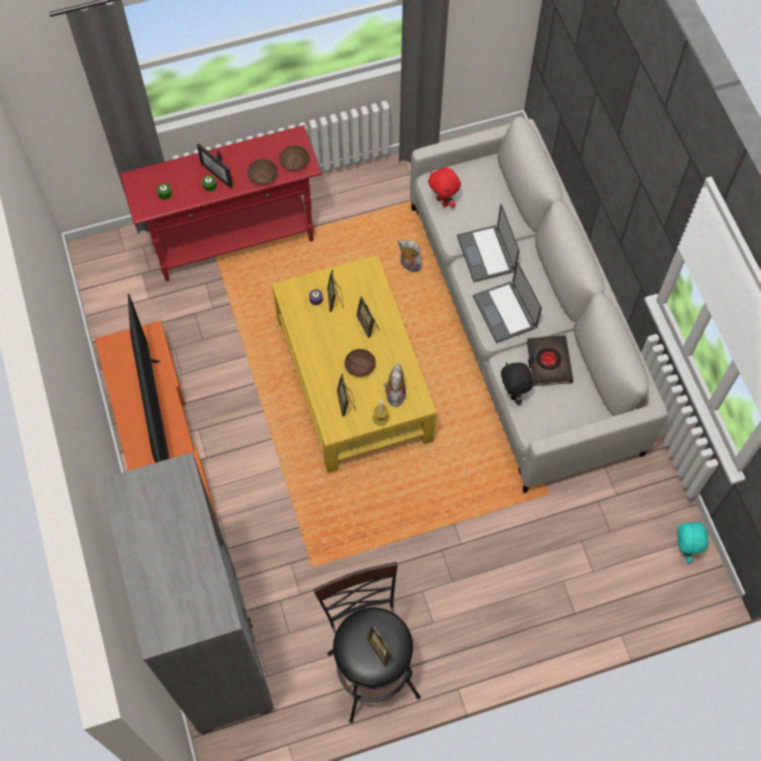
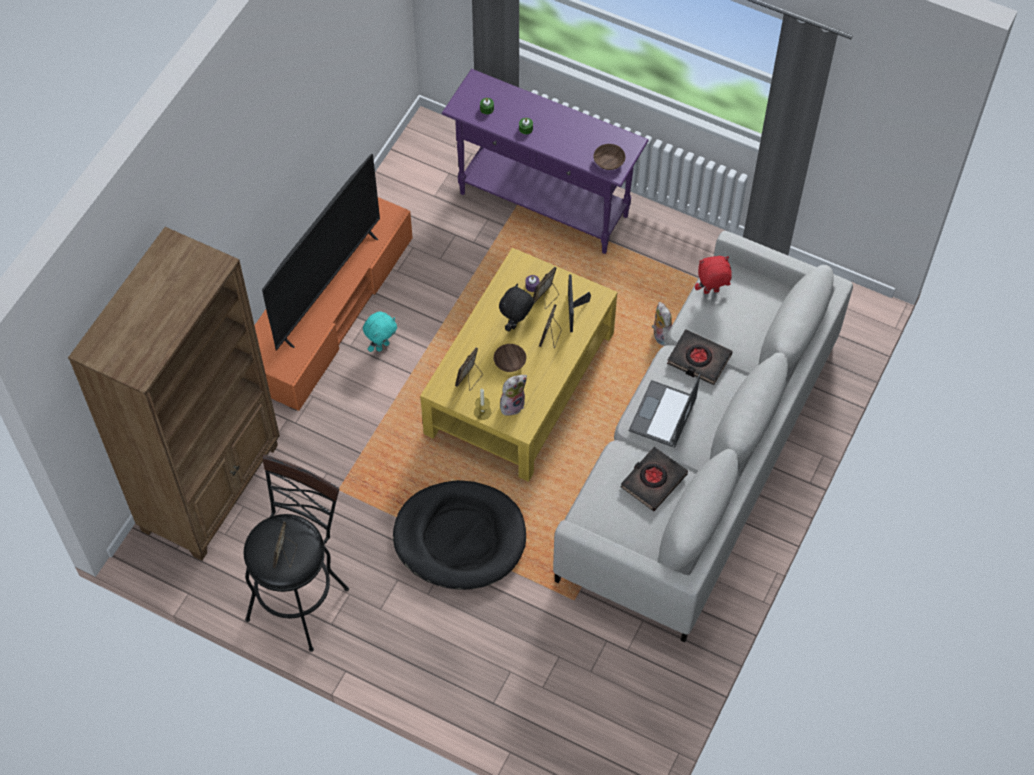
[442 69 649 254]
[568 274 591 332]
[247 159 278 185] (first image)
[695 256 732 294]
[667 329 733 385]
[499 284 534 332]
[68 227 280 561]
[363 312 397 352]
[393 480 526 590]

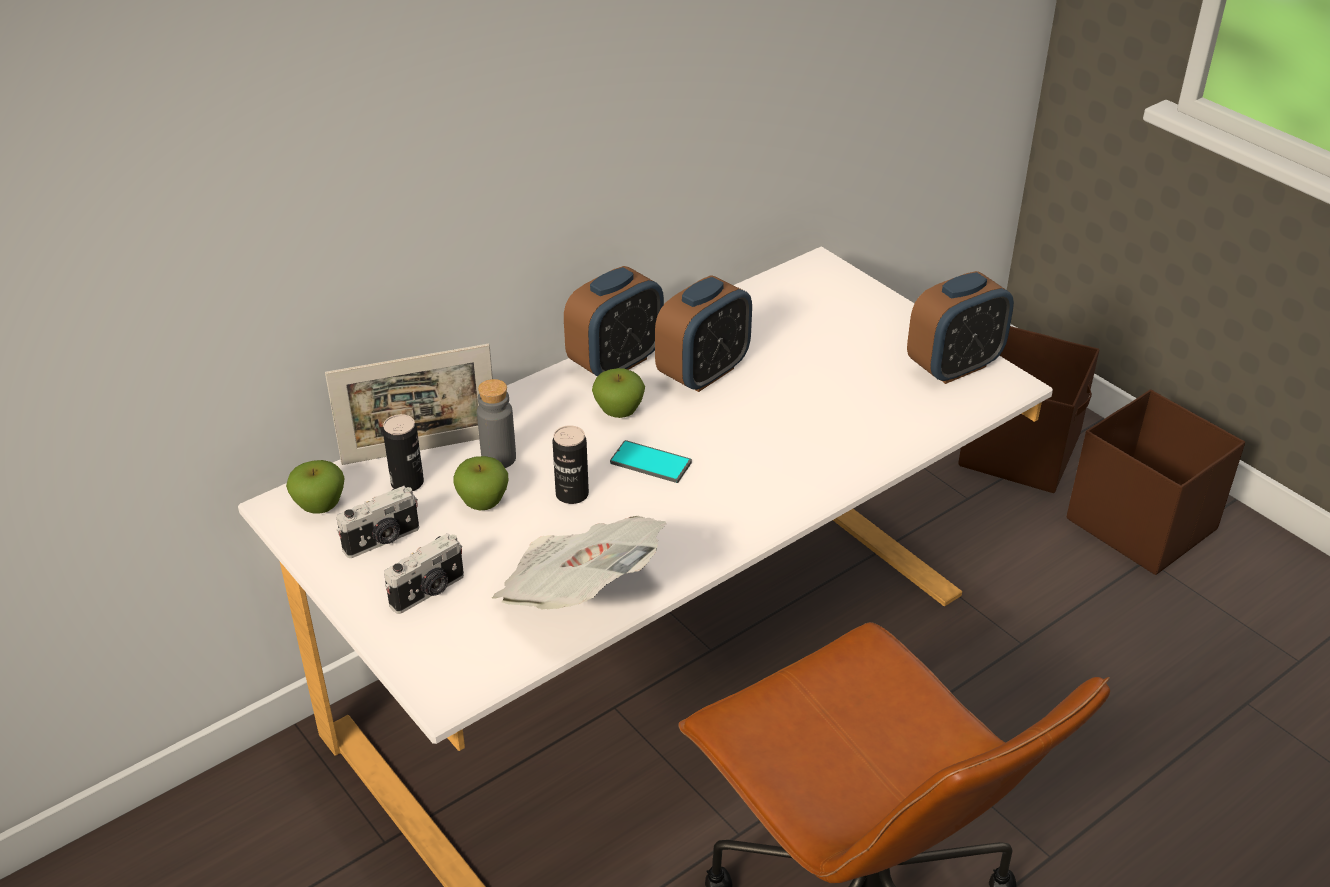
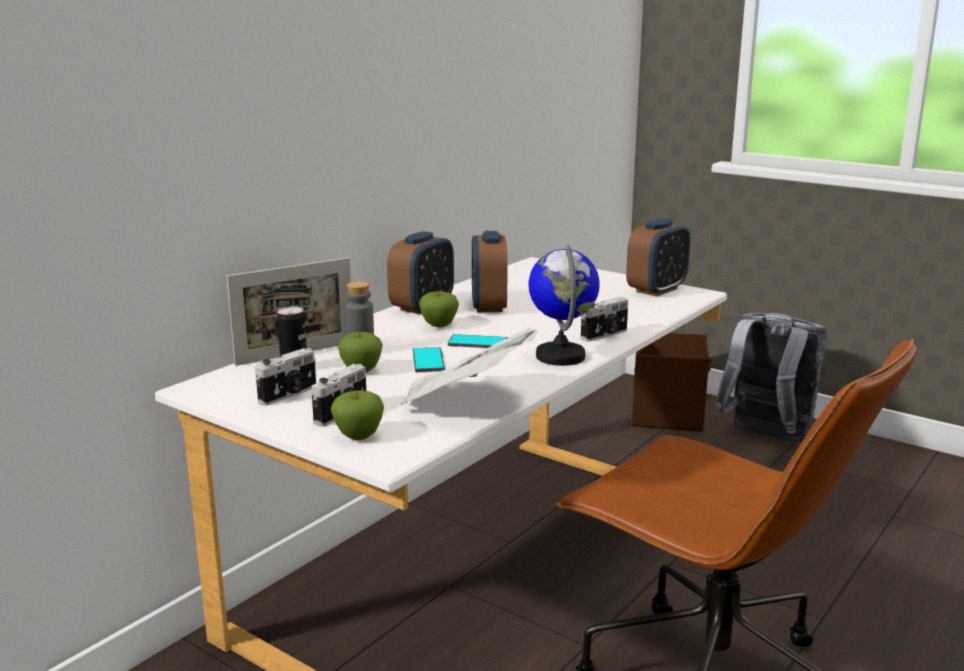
[472 231 508 312]
[714 313 827 443]
[413 347 445 372]
[330 390 384 440]
[529 245 600 366]
[581 297 628 342]

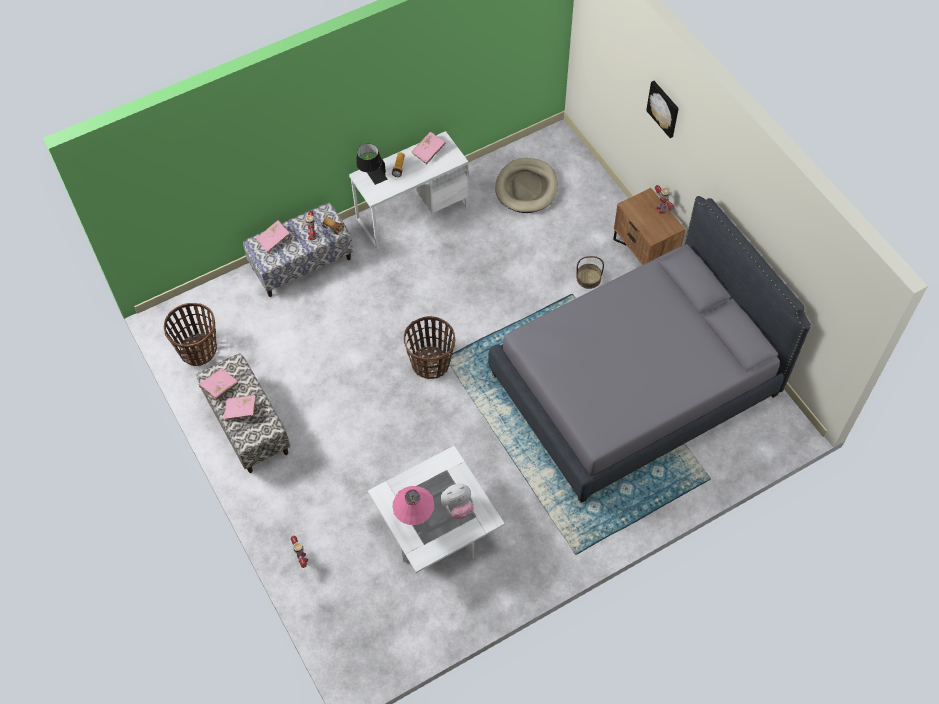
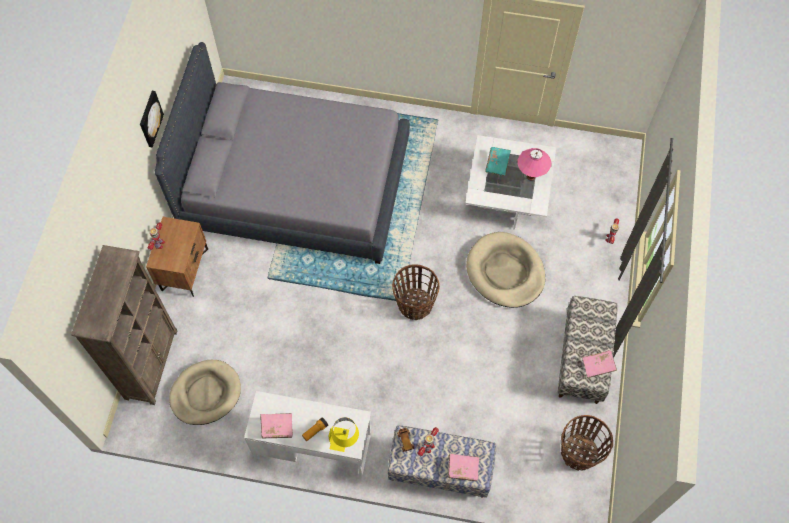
[140 91 164 147]
[328 417 359 452]
[576 256 604 289] (first image)
[224 395 257 421] (first image)
[485 147 511 176]
[466 232 545 308]
[71 245 177 405]

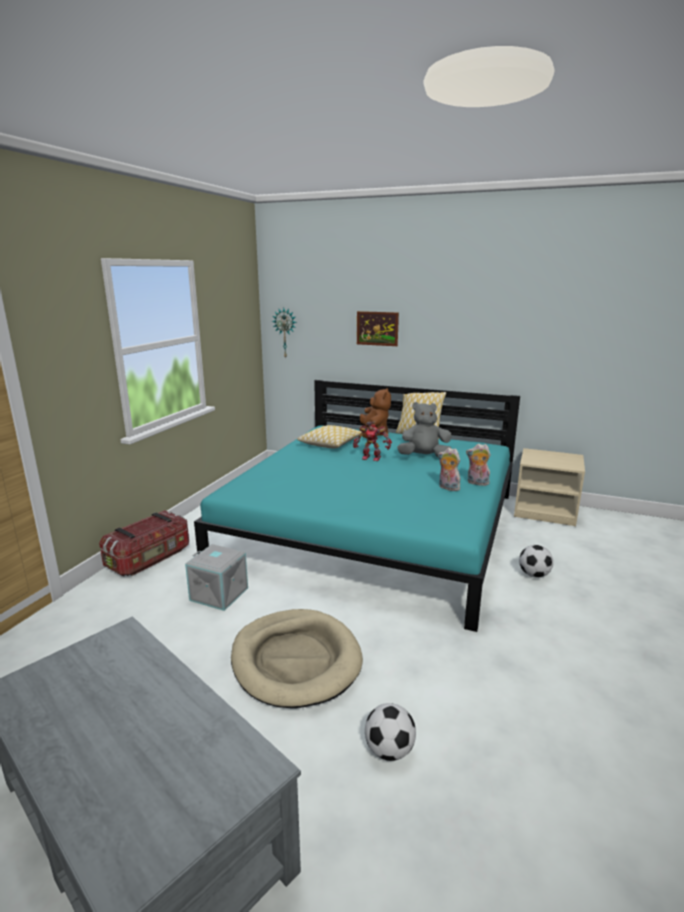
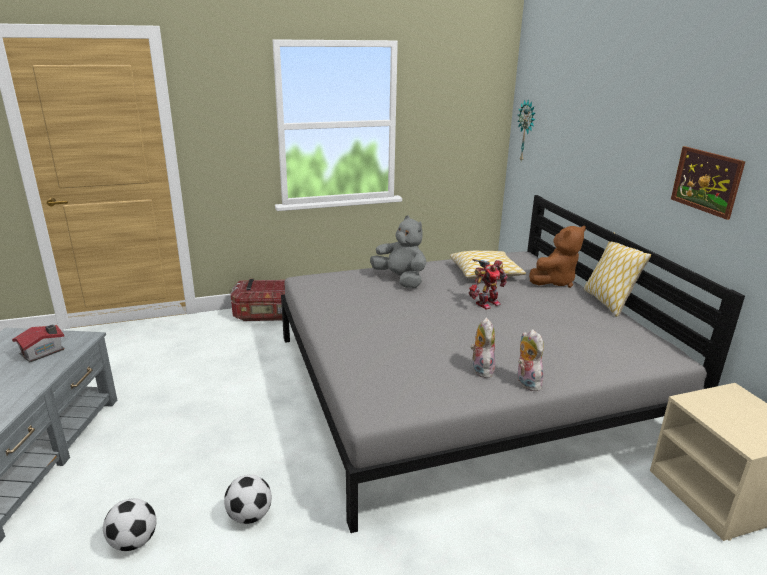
[671 146 746 220]
[281 195 745 533]
[370 215 426 288]
[469 259 508 310]
[185 544 248 611] (first image)
[224 475 272 524]
[231 609 363 708] (first image)
[12 324 64 363]

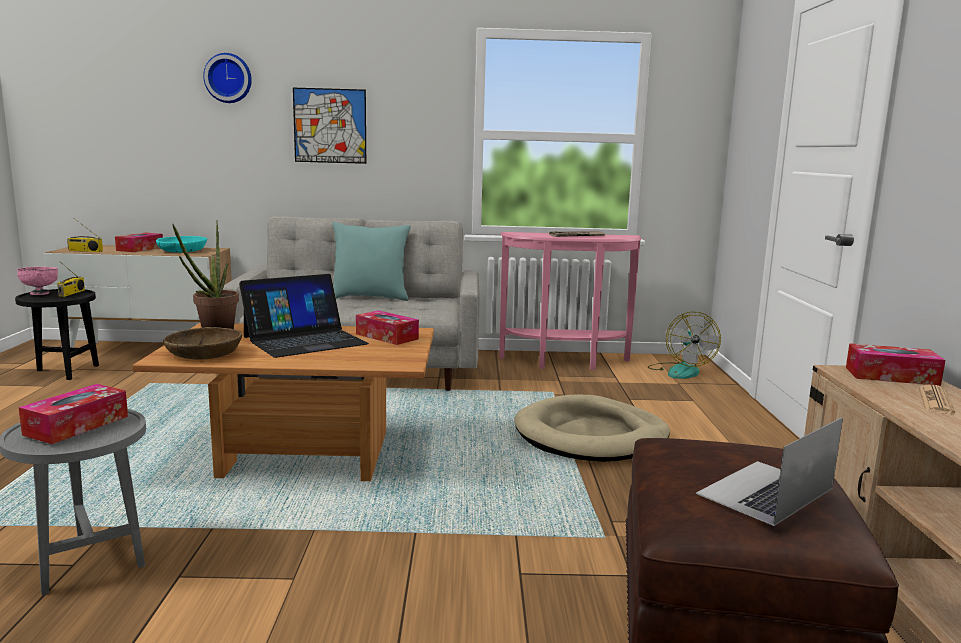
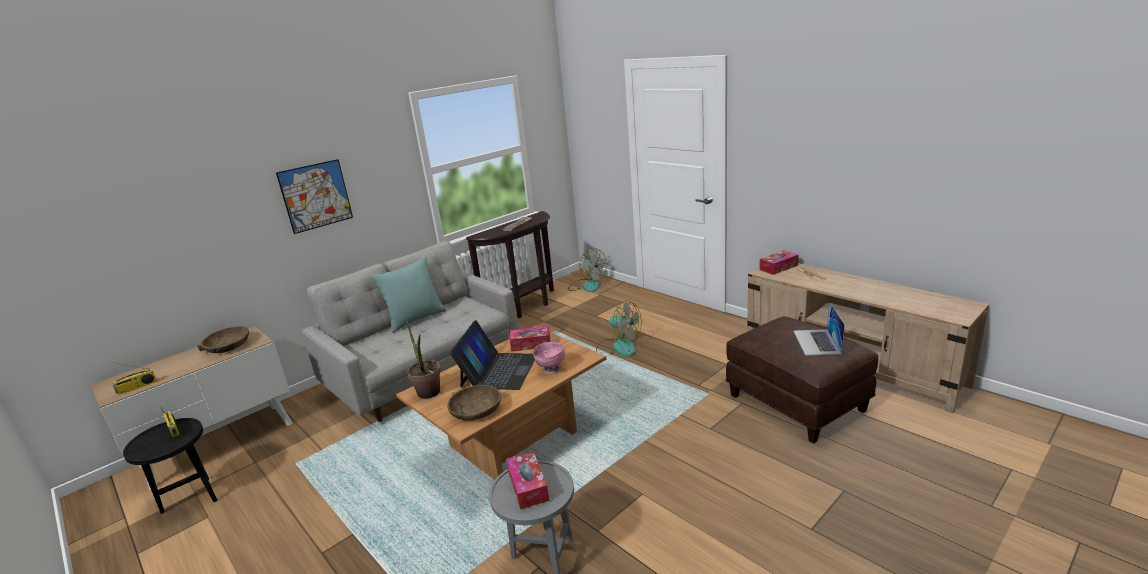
[203 53 252 103] (first image)
[466 211 554 318]
[115 233 163 252] (first image)
[197 326 249 353]
[533 342 565 374]
[596 300 642 356]

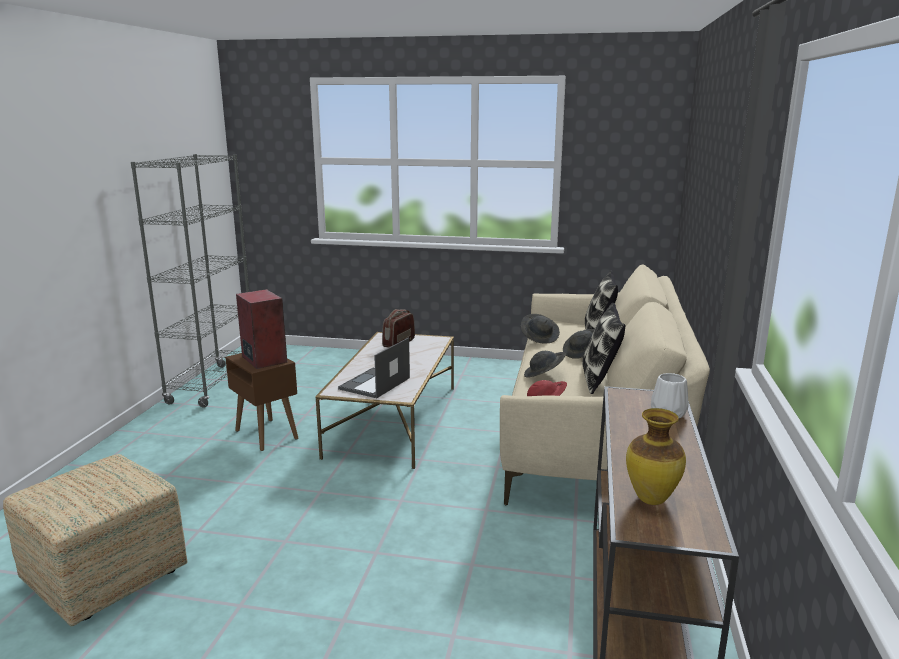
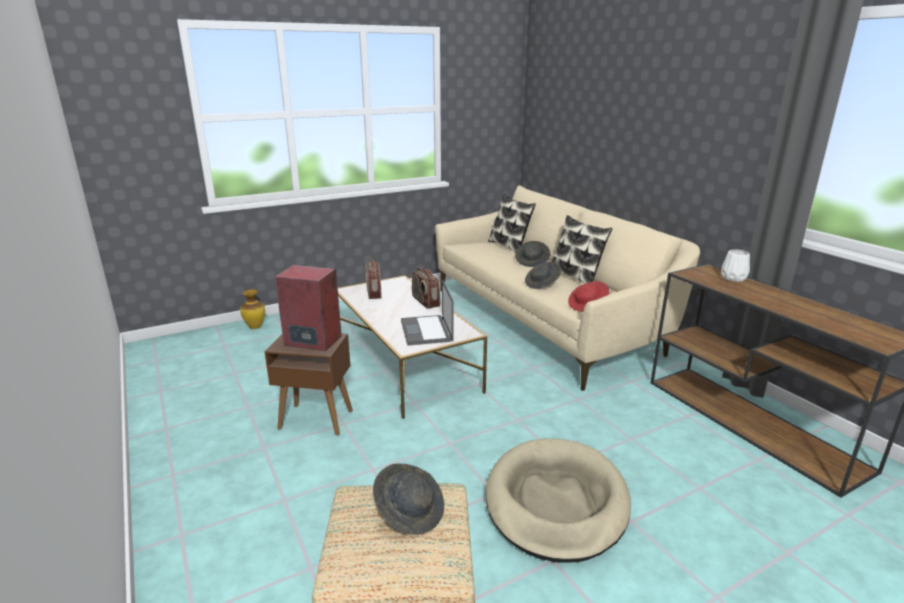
[131 154 249 408] (first image)
[373 464 444 535]
[240 289 265 329]
[412 268 440 309]
[486 438 631 563]

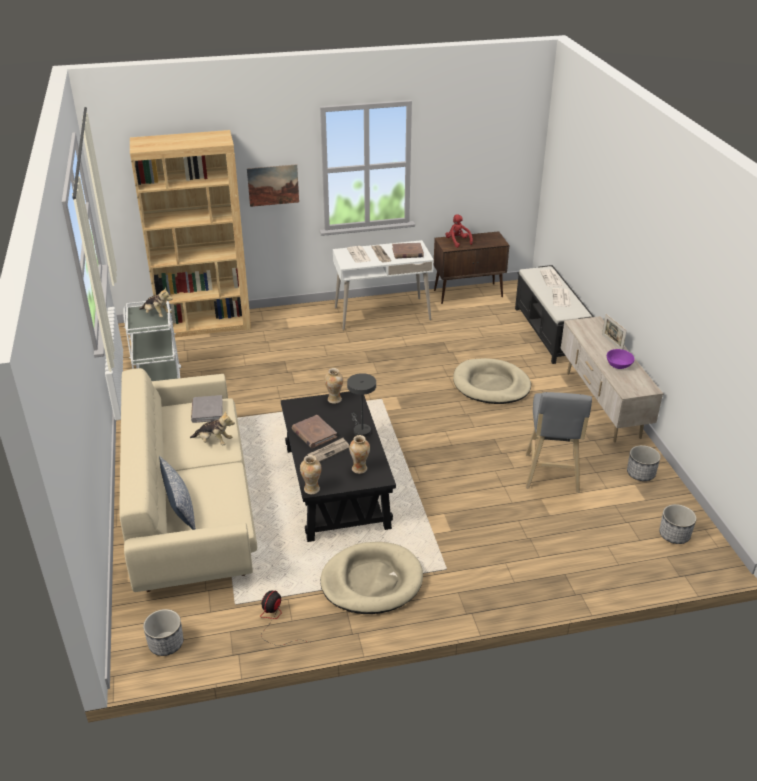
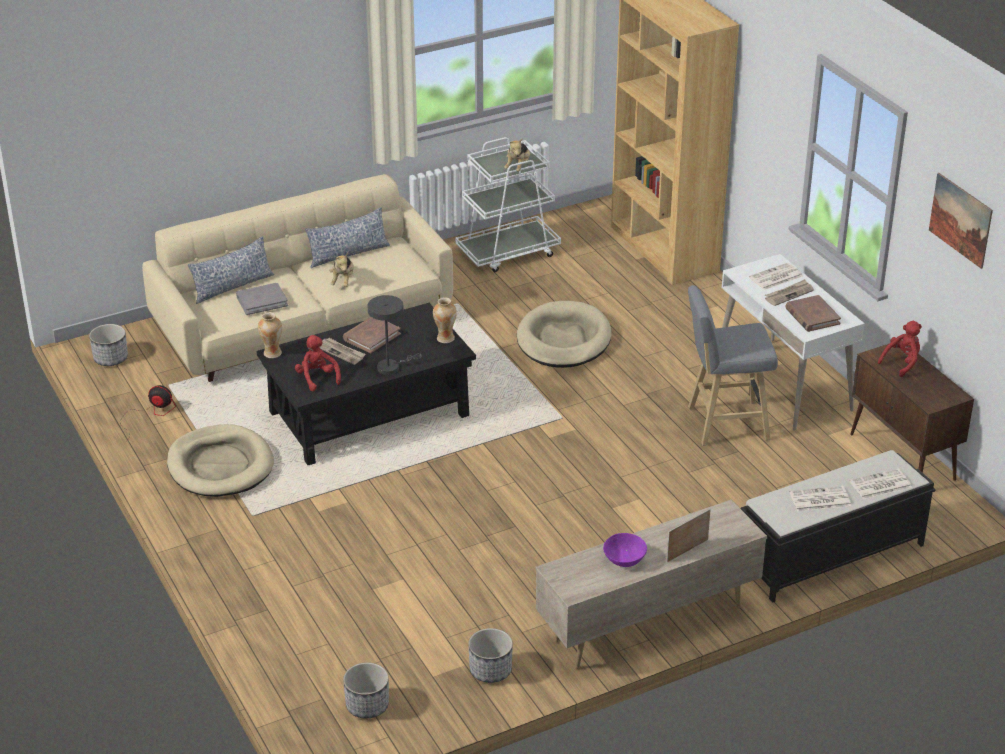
[929 173 993 269]
[517 301 612 368]
[688 285 778 446]
[236 283 288 315]
[295 335 341 391]
[305 207 390 268]

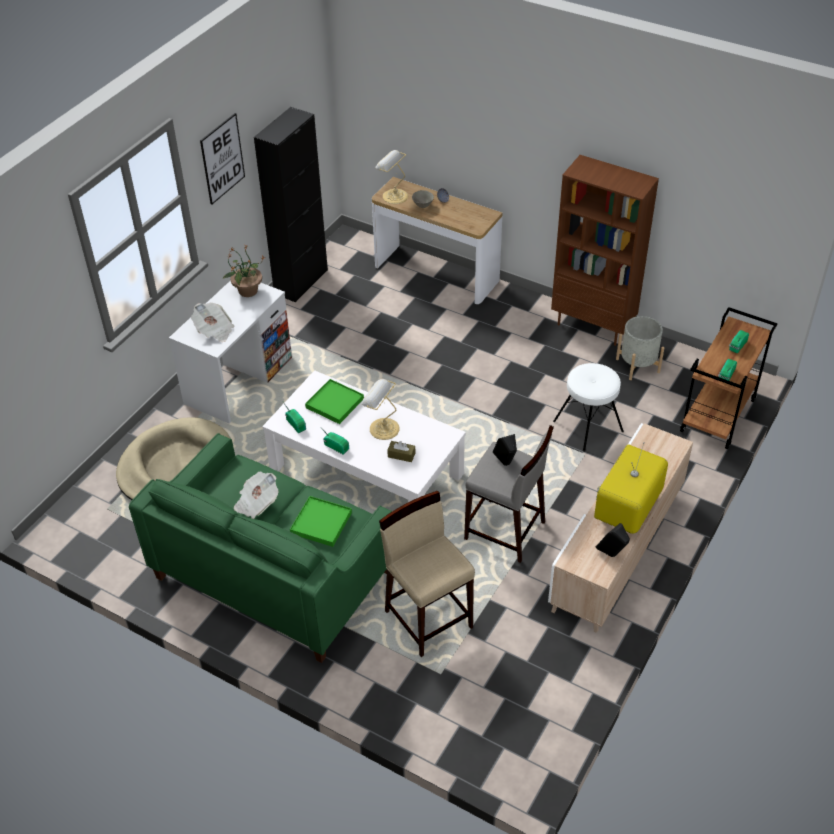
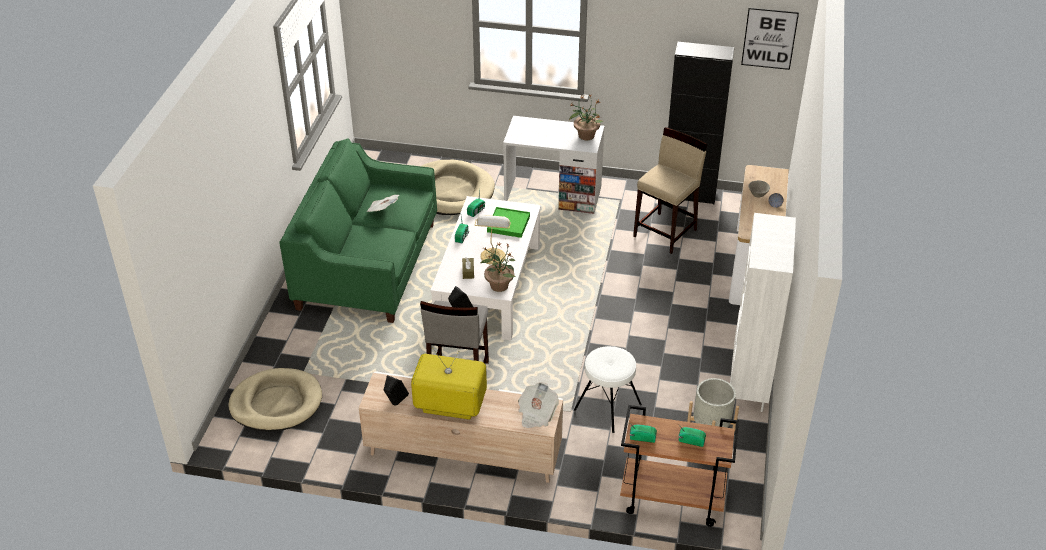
[741 7 799 70]
[375 150 408 204] (first image)
[730 213 796 412]
[518 382 559 428]
[633 127 707 254]
[290 496 352 547] (first image)
[480 242 516 292]
[228 368 322 431]

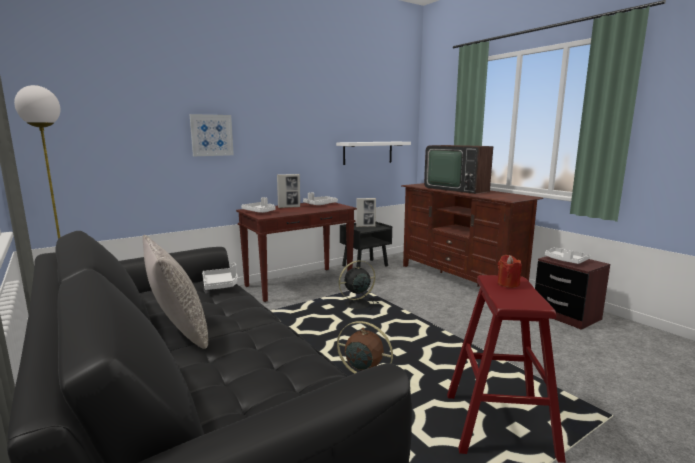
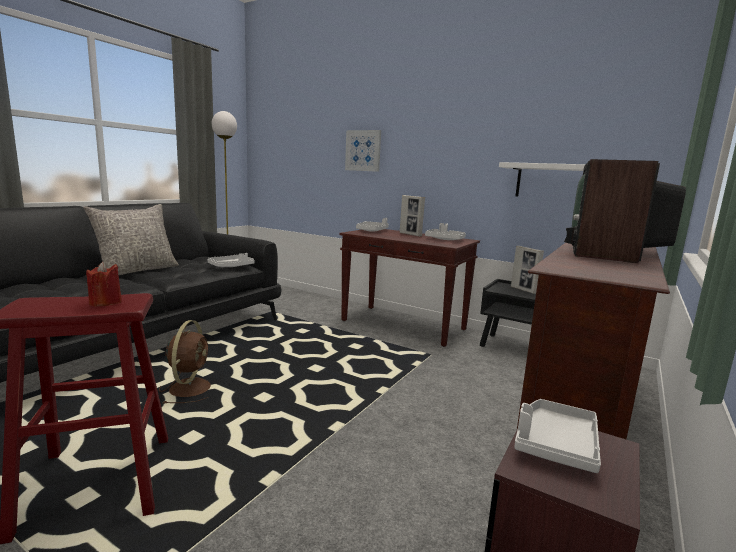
[339 260 379 311] (first image)

